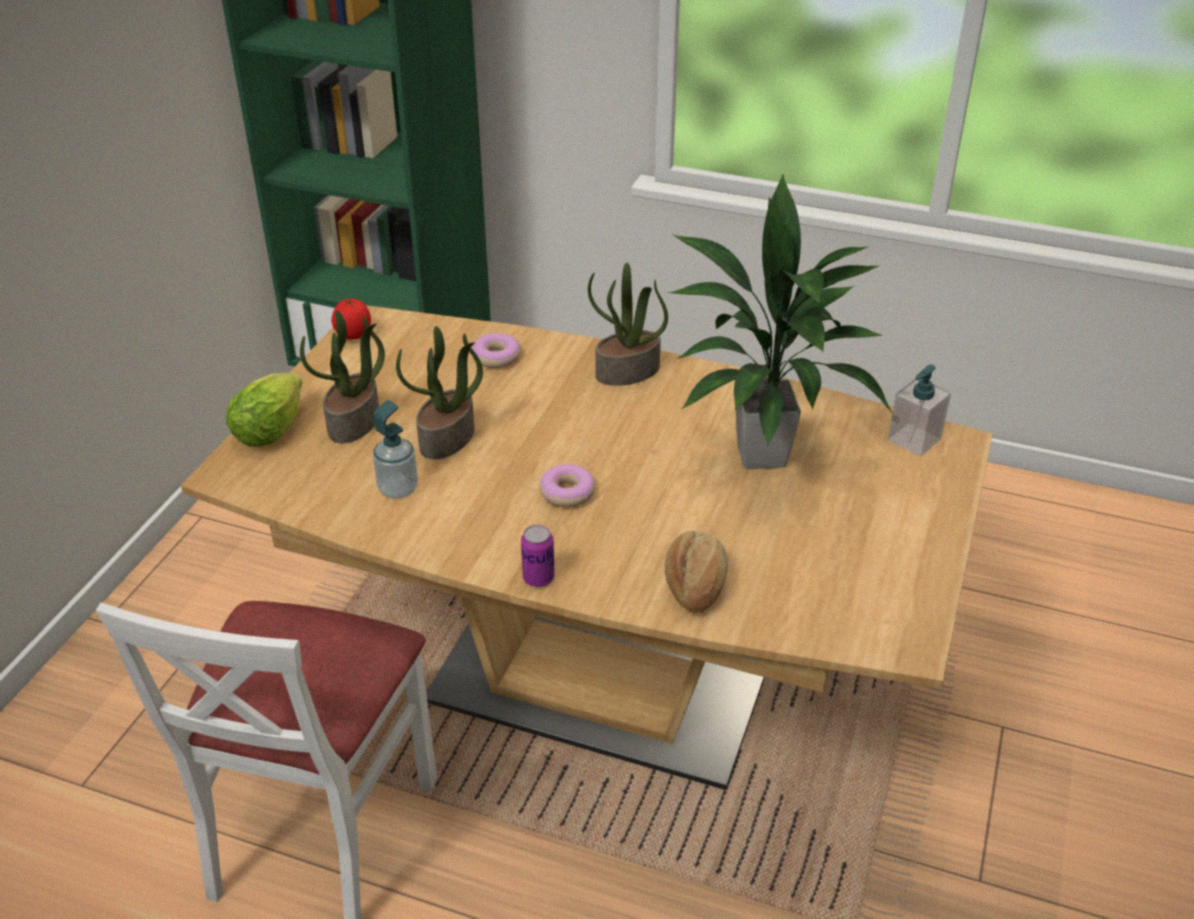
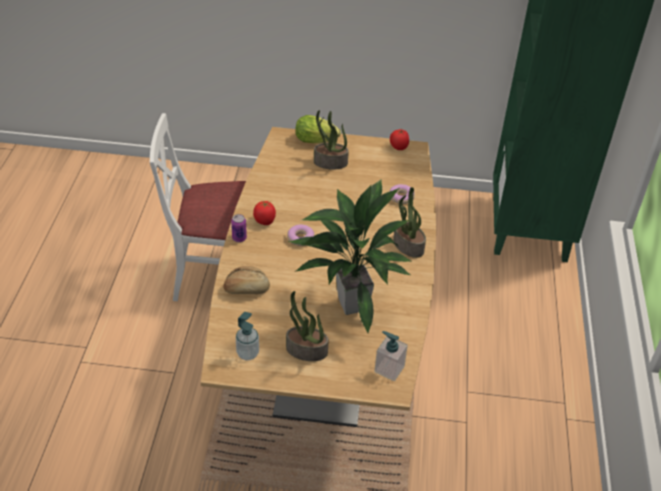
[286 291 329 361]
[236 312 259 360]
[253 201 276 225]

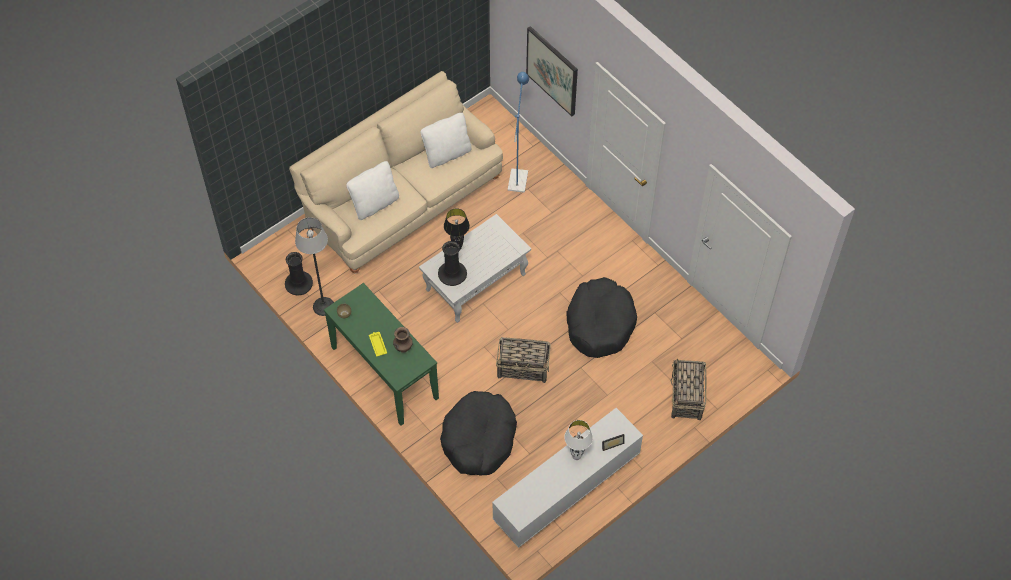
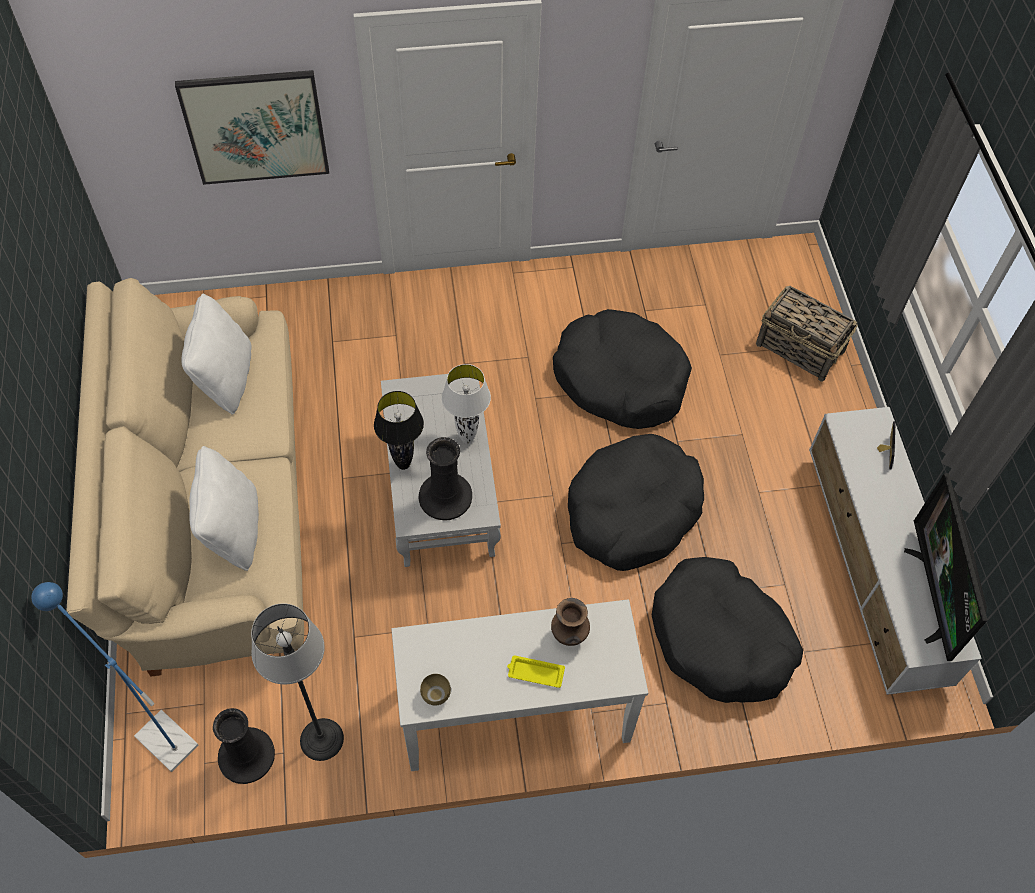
[31 582 198 772]
[391 599 648 771]
[568 434 704 571]
[442 364 491 444]
[904 473 988 661]

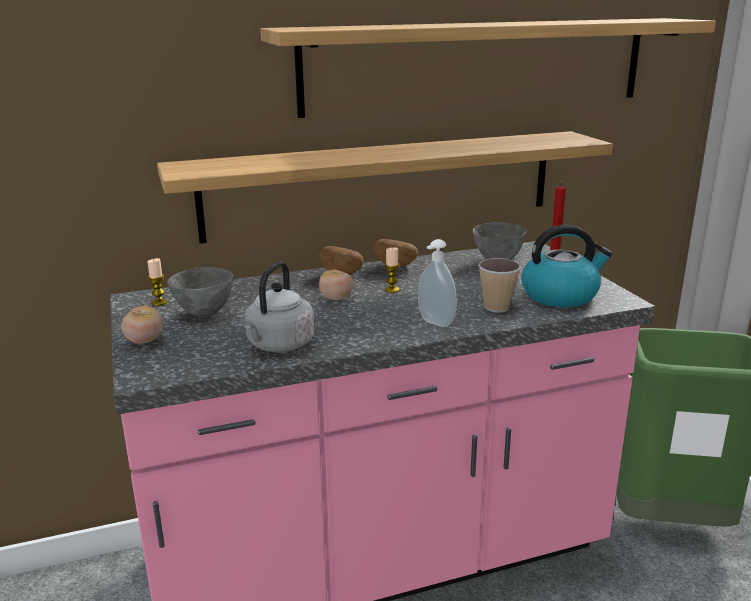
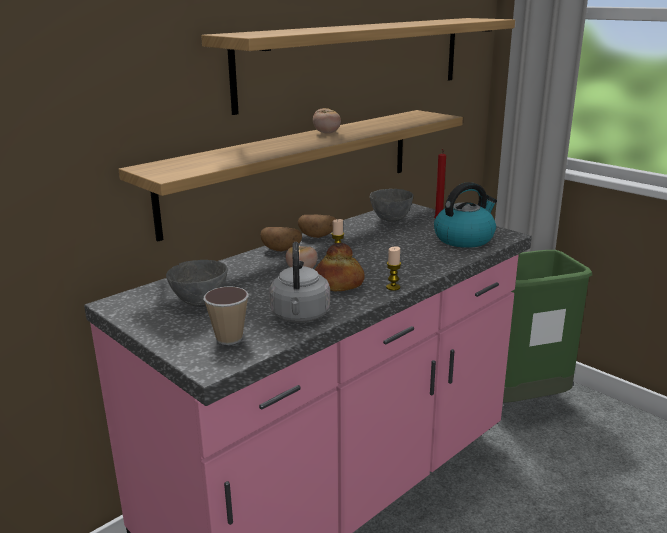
[418 239 457 327] (first image)
[386 246 401 291]
[204 286 249 345]
[313 108 341 134]
[314 243 365 291]

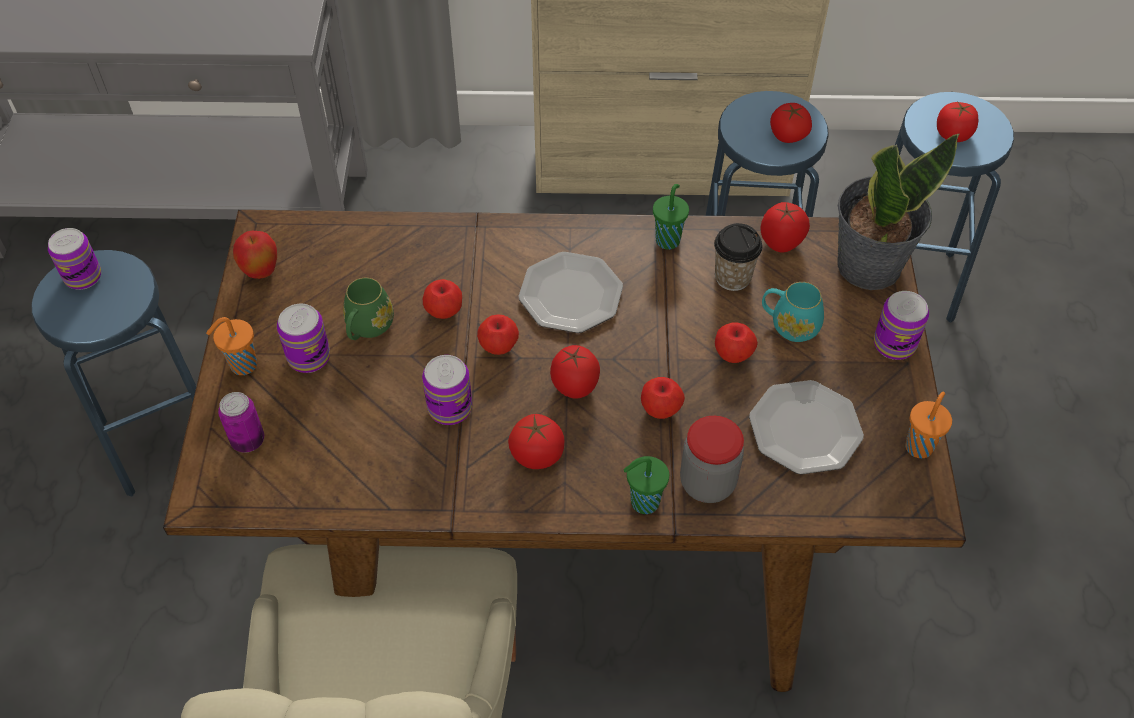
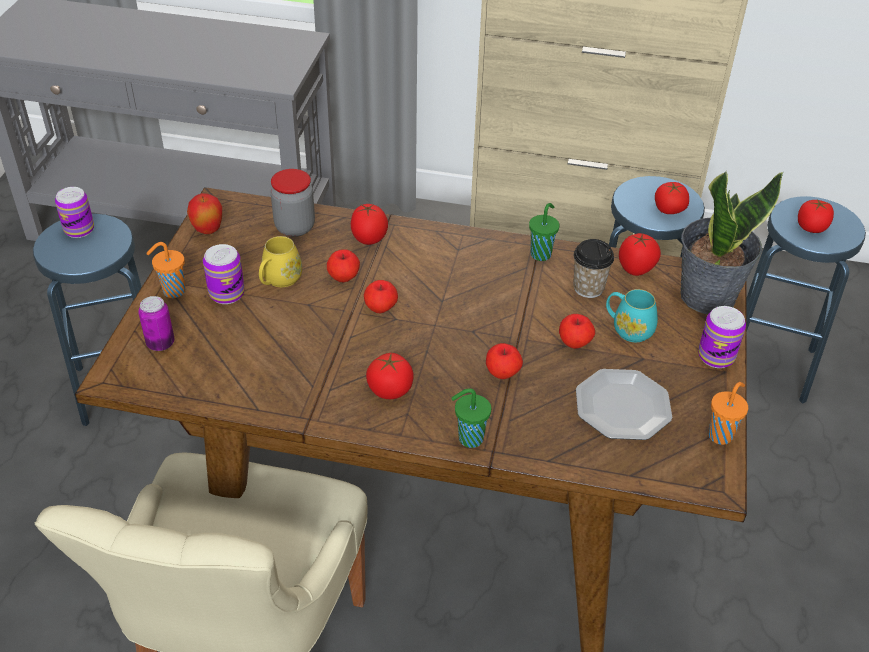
[519 252 623 333] (first image)
[259 236 302 287]
[351 204 388 245]
[422 355 472 425] (first image)
[270 169 315 237]

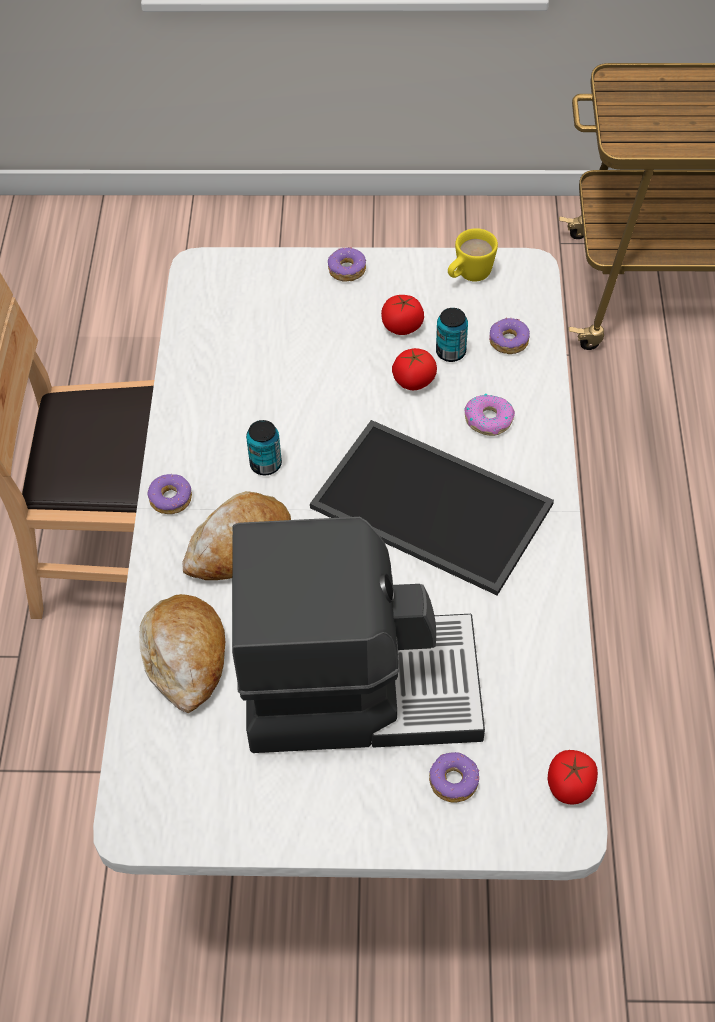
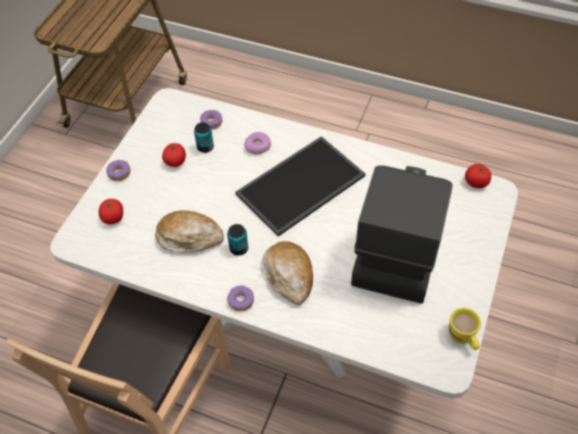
[449 308 481 350]
[99 199 123 224]
[155 210 224 252]
[429 752 479 803] (first image)

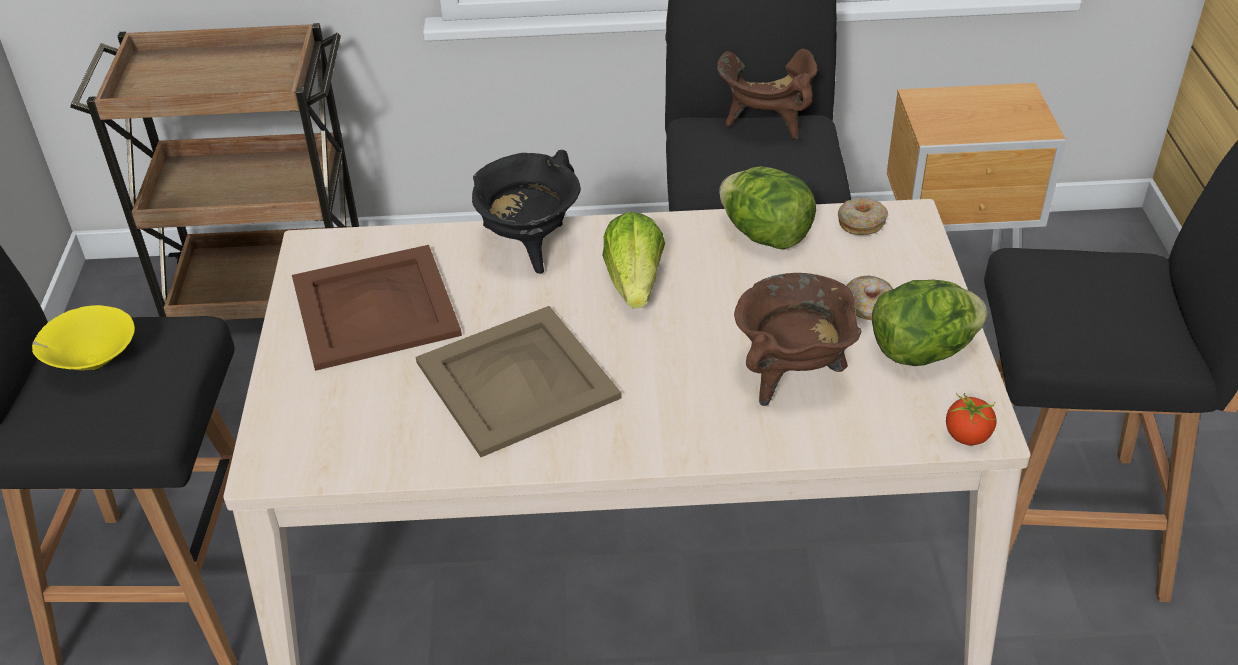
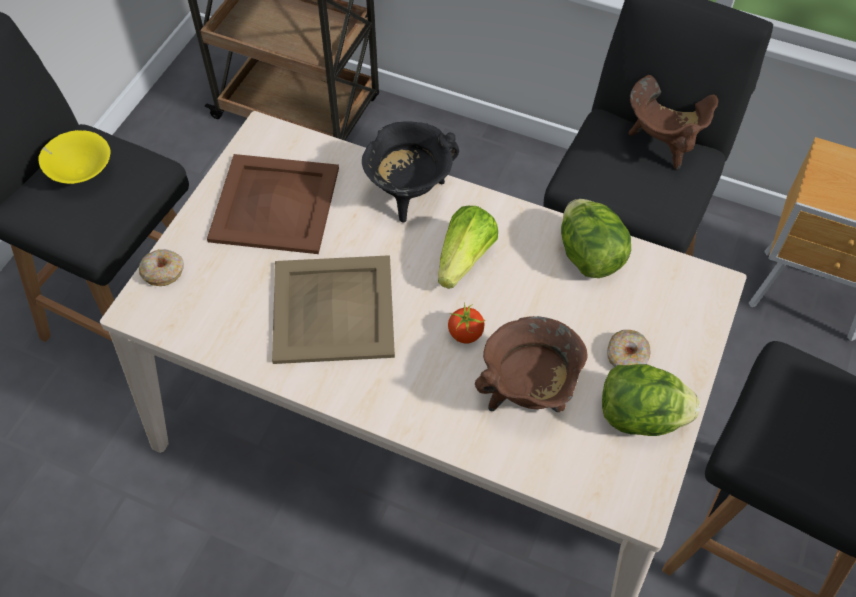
[139 249 184 286]
[448 302 486 344]

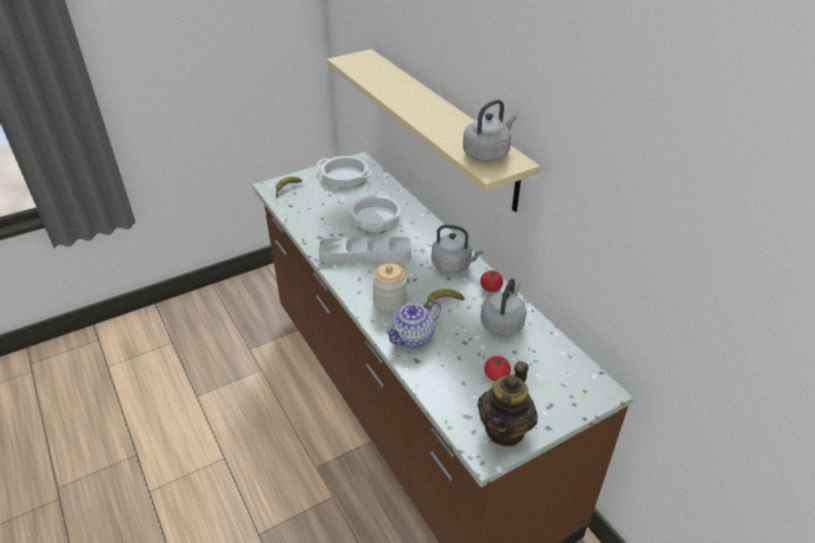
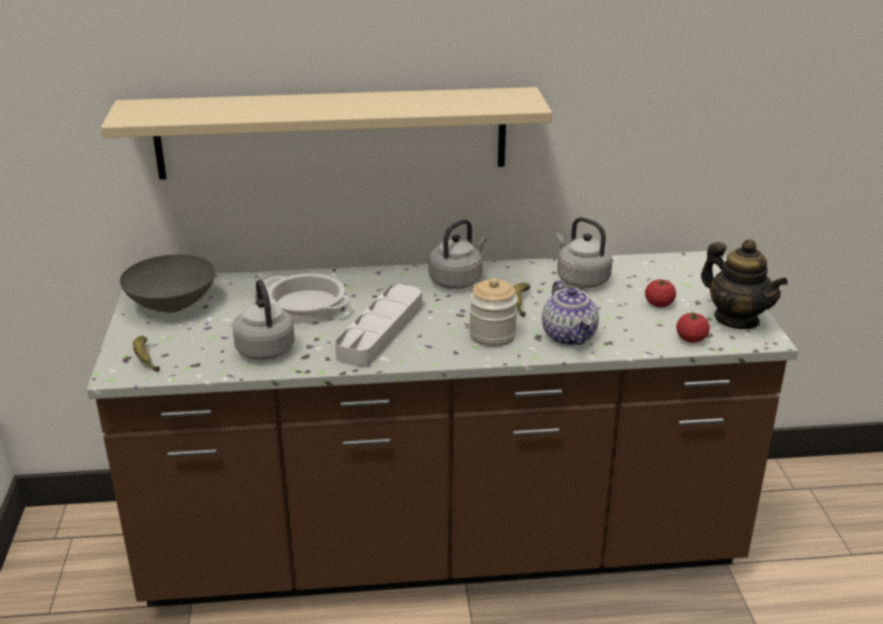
[233 280 295 360]
[120 254 215 313]
[676 312 710 343]

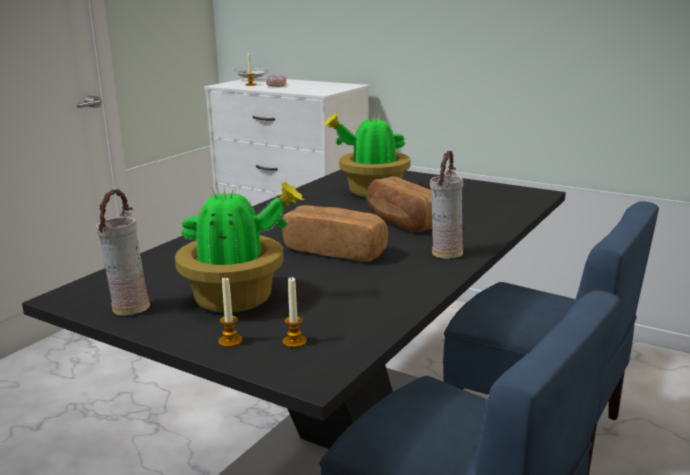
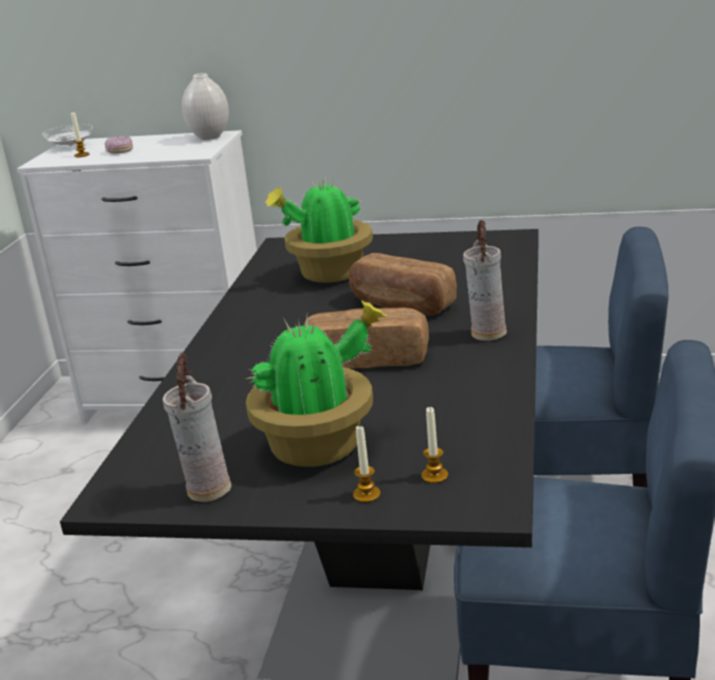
[182 73 229 140]

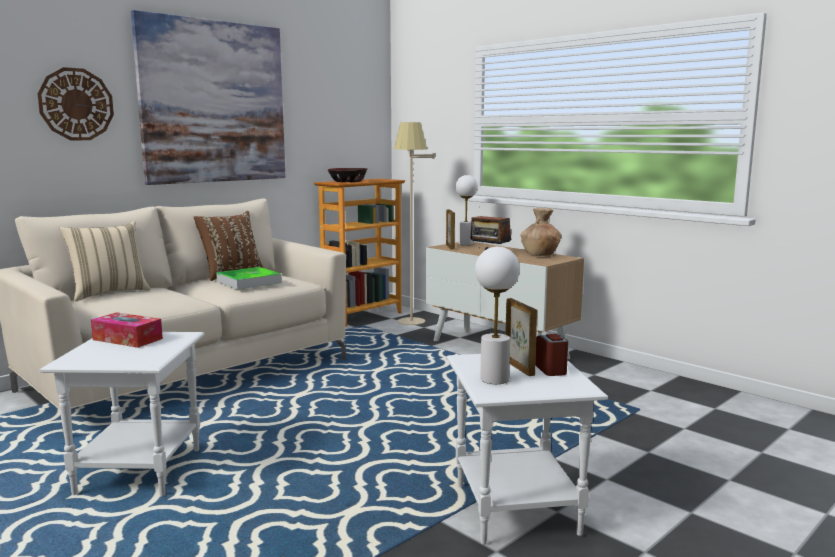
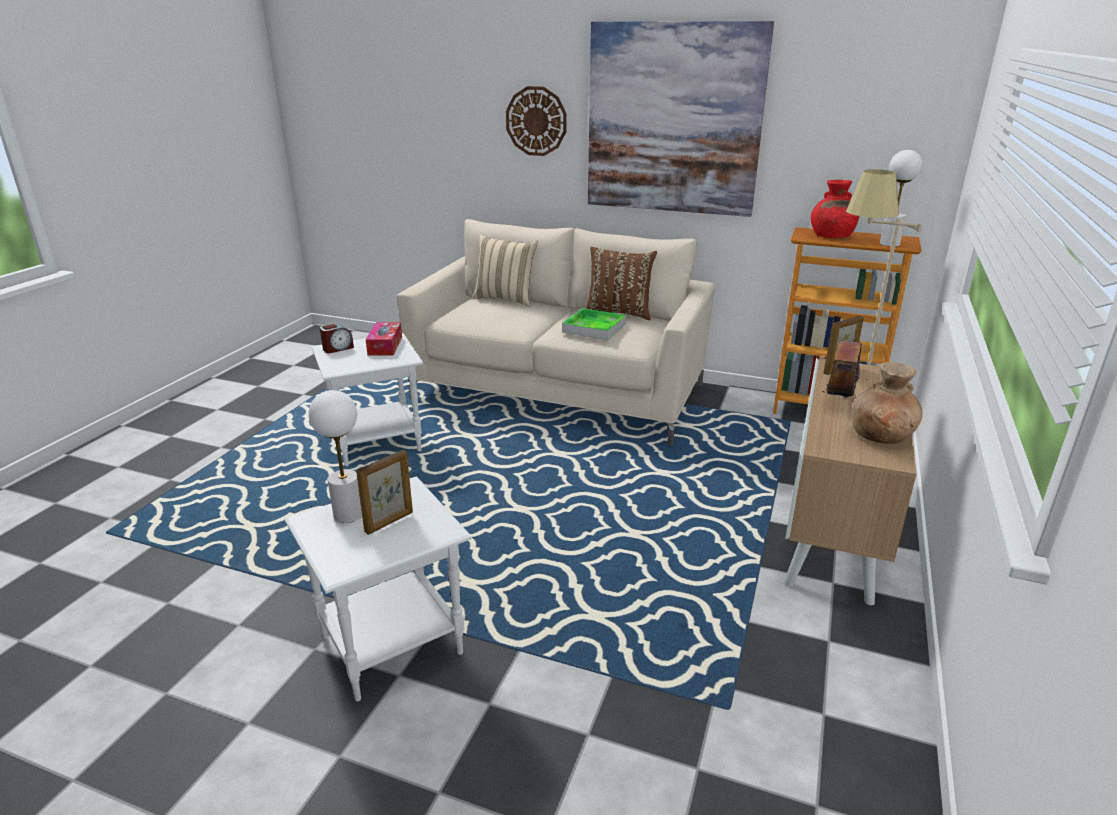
[811 180 859 238]
[880 150 922 247]
[320 324 354 353]

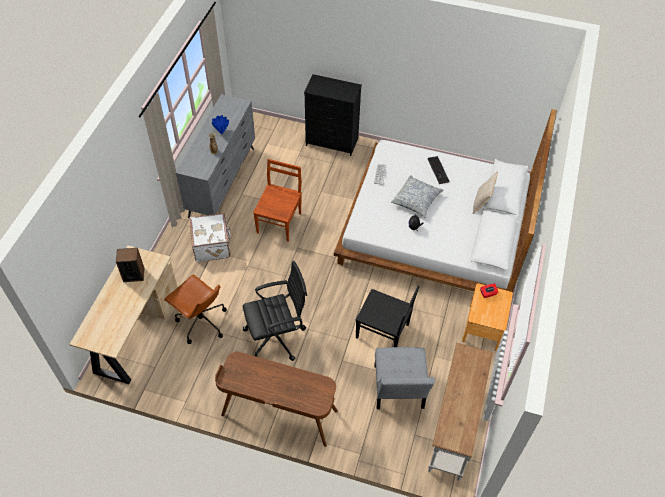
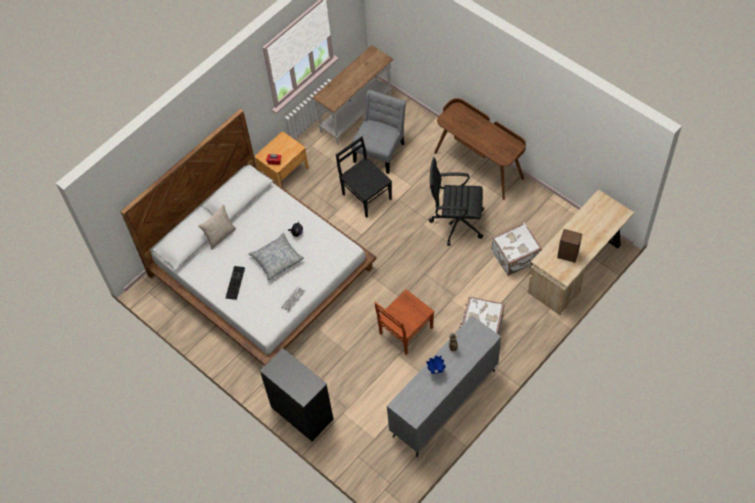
[492 223 542 276]

